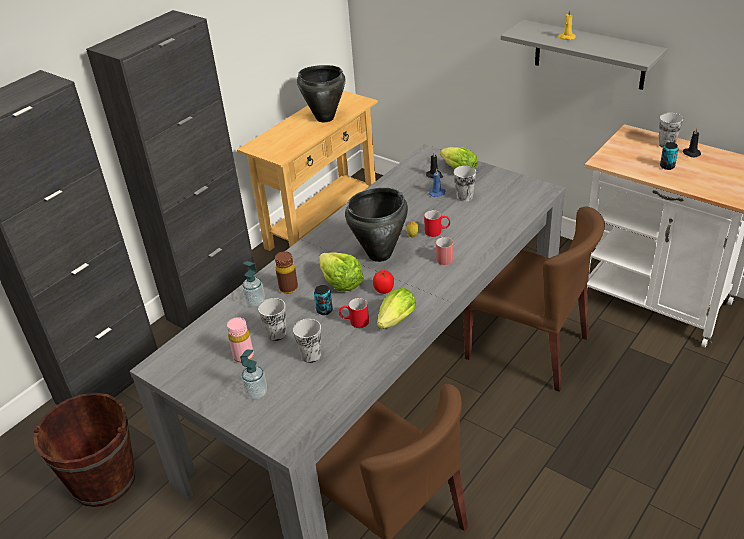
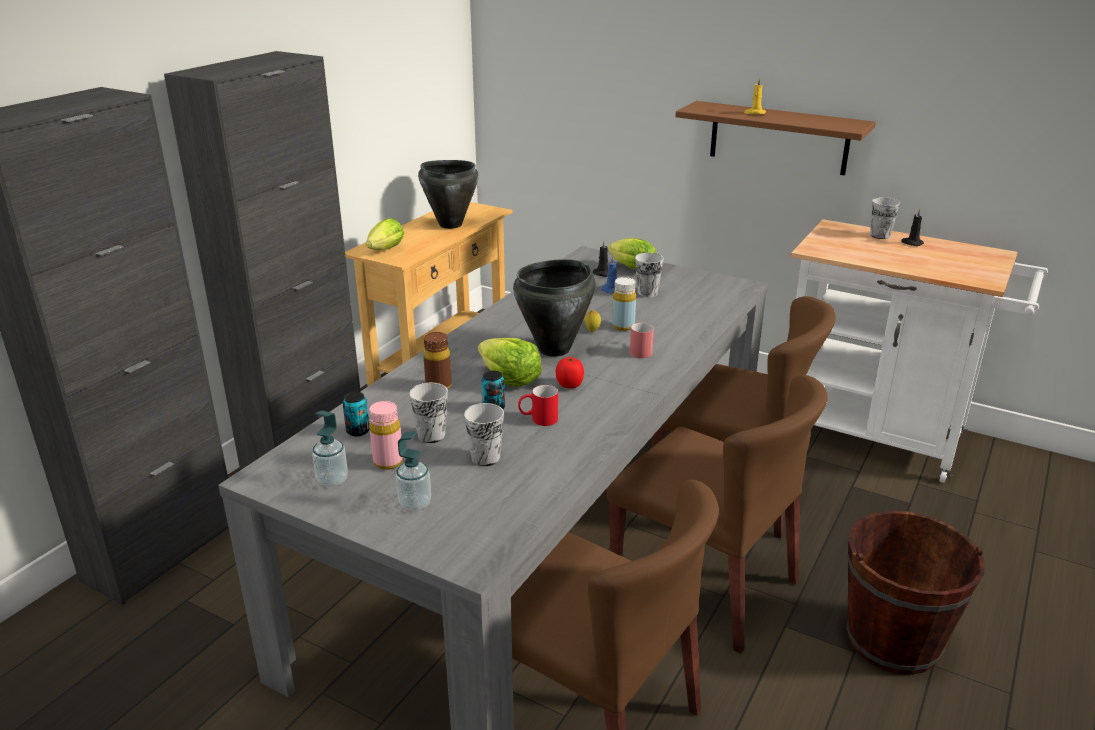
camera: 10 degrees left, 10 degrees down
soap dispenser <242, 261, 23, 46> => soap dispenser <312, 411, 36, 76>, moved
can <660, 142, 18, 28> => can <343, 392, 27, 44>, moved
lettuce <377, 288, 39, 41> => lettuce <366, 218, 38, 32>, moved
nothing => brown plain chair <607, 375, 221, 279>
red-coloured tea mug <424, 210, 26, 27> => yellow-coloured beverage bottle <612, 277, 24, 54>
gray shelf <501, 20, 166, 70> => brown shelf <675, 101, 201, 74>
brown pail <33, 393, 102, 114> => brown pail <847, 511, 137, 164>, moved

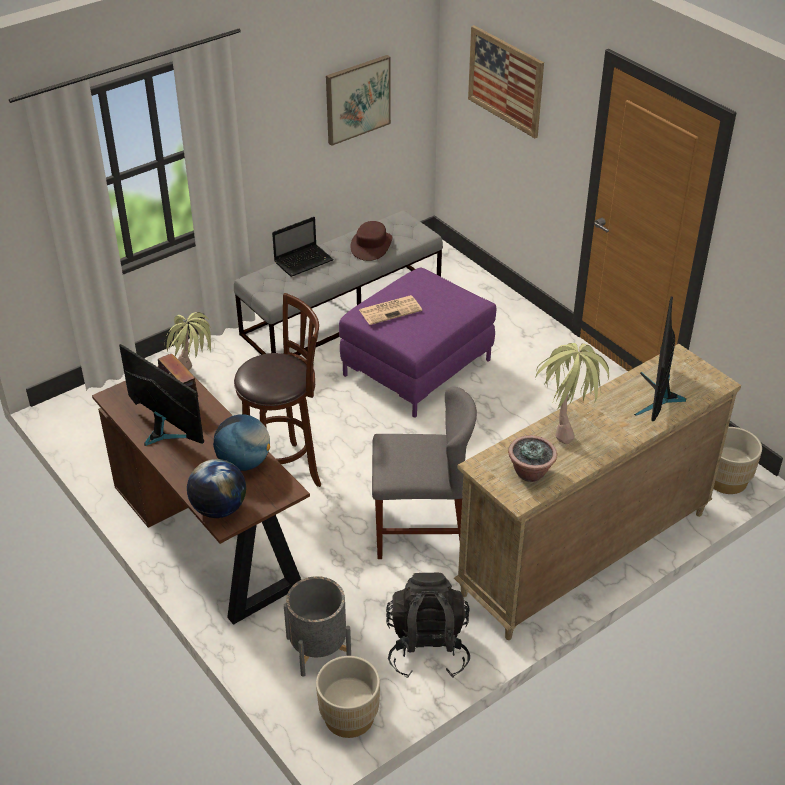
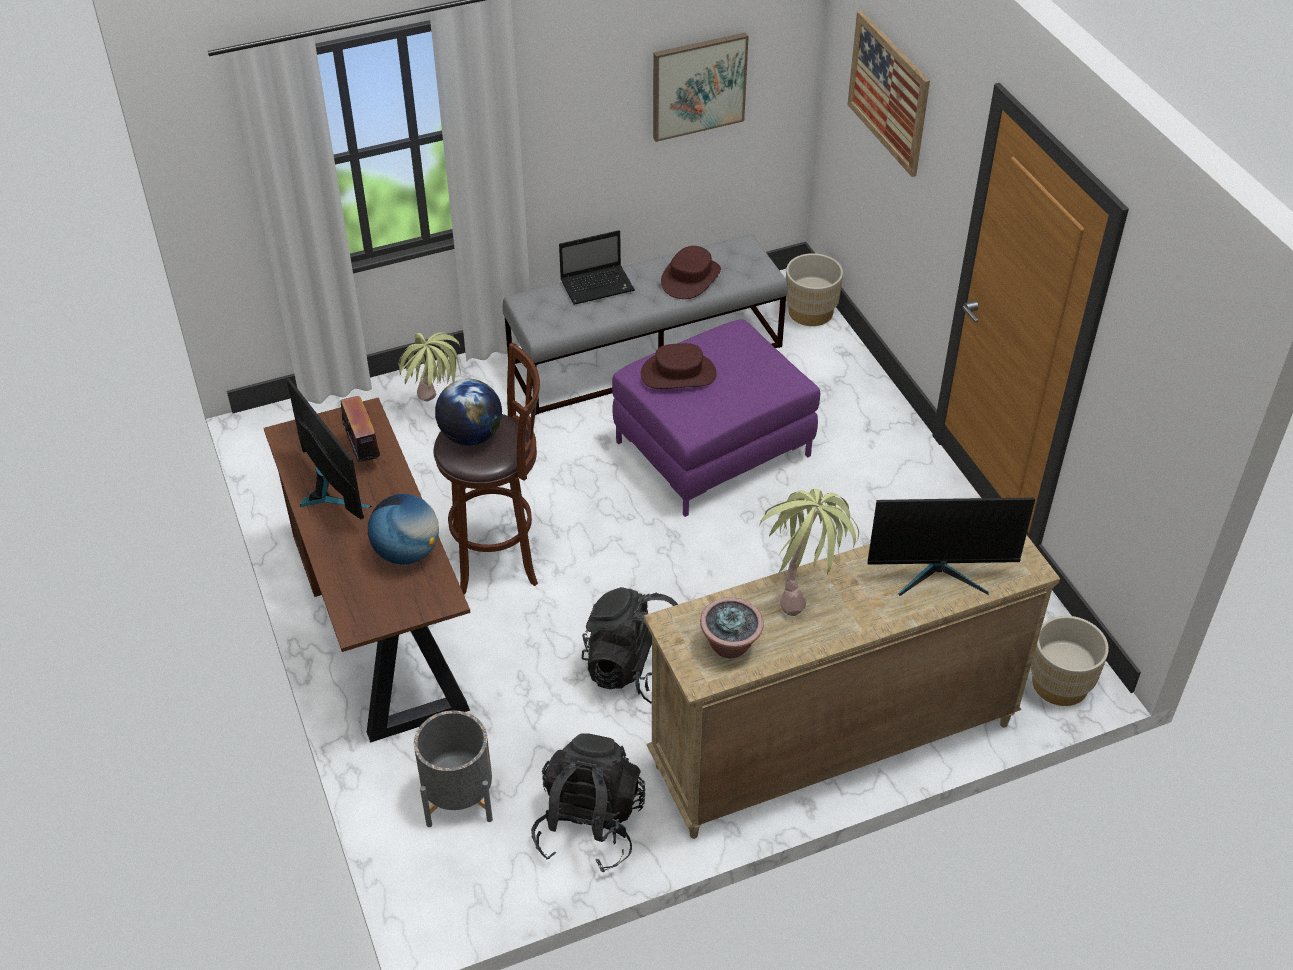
camera: 15 degrees right, 5 degrees up
globe <187, 459, 59, 59> => globe <435, 379, 67, 67>, moved
gray plain chair <372, 387, 105, 172> => black-coloured knapsack <582, 587, 96, 116>
daily paper <359, 295, 63, 30> => brown clothing hat <641, 343, 76, 46>
beige plant pot <316, 656, 64, 82> => beige plant pot <786, 253, 57, 73>, moved
computer screen <634, 297, 52, 124> => computer screen <867, 497, 168, 99>, 120 degrees counterclockwise

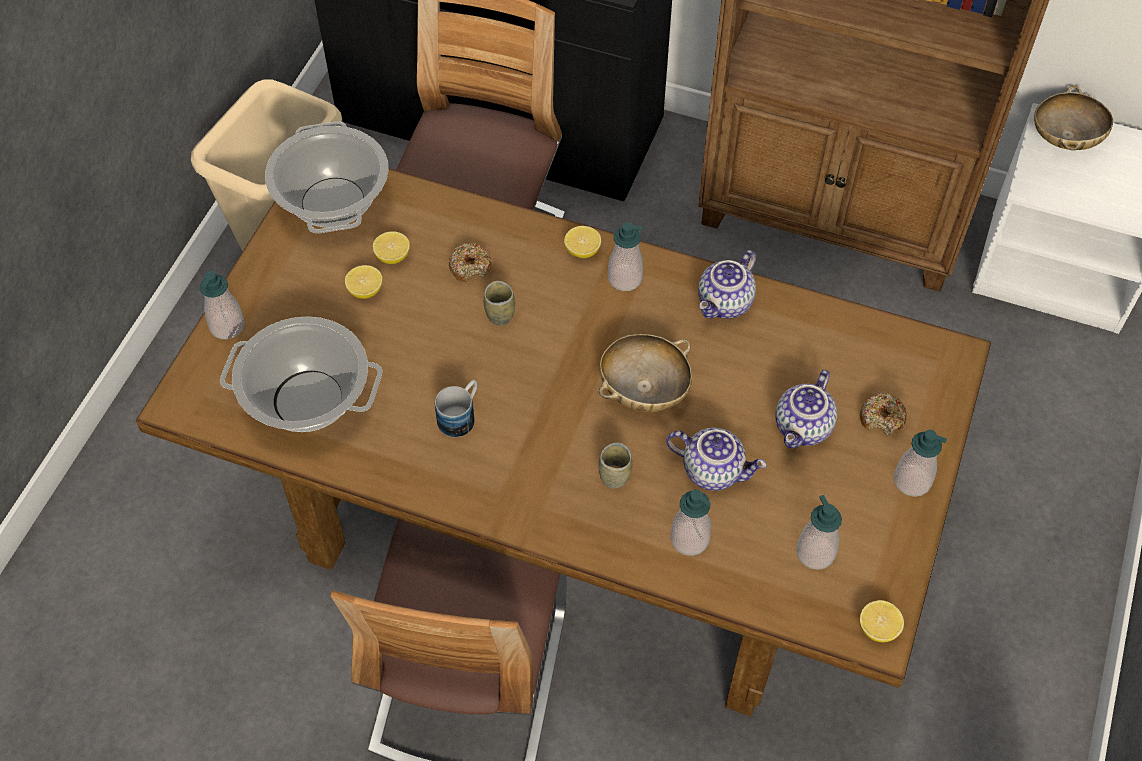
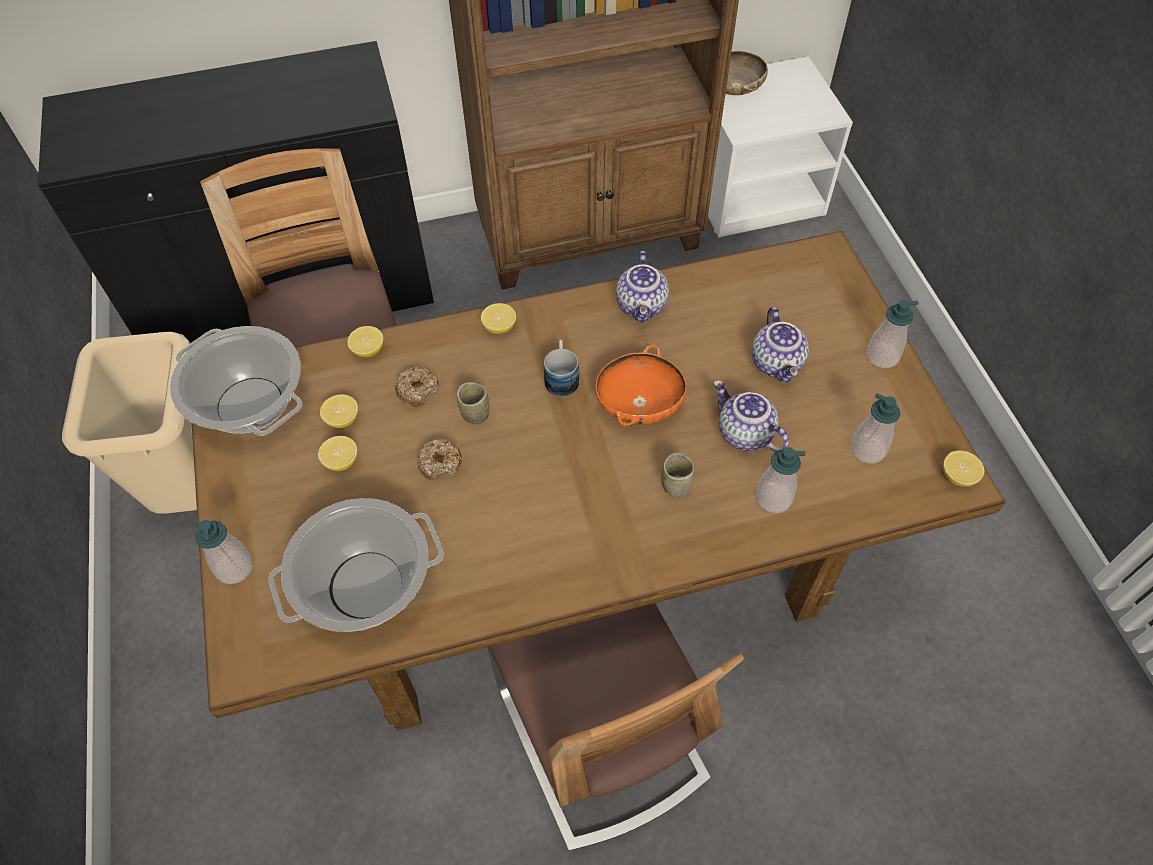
camera: 35 degrees left, 0 degrees up
nothing => whole lemon <348, 326, 36, 31>
donut <860, 393, 48, 43> => donut <417, 438, 45, 42>, moved
tea mug <435, 380, 42, 57> => tea mug <544, 340, 35, 57>, moved
beige bowl <599, 334, 93, 78> => orangey bowl <595, 344, 92, 83>
teapot <666, 428, 101, 63> => teapot <714, 380, 75, 72>, 120 degrees counterclockwise
soap dispenser <608, 222, 35, 69> => nothing

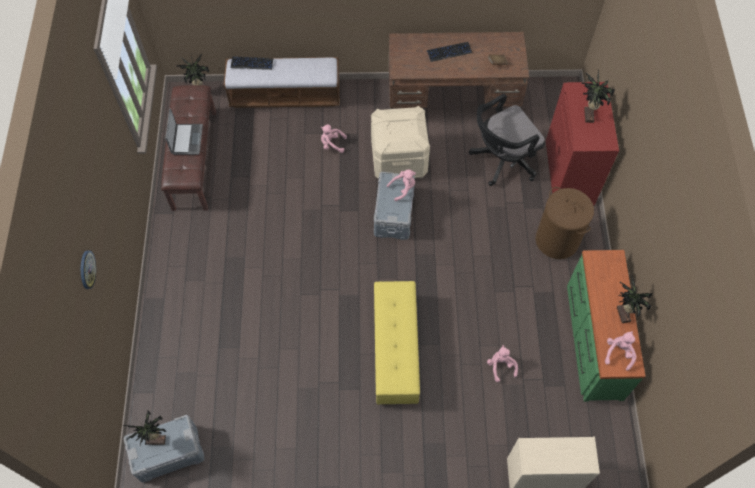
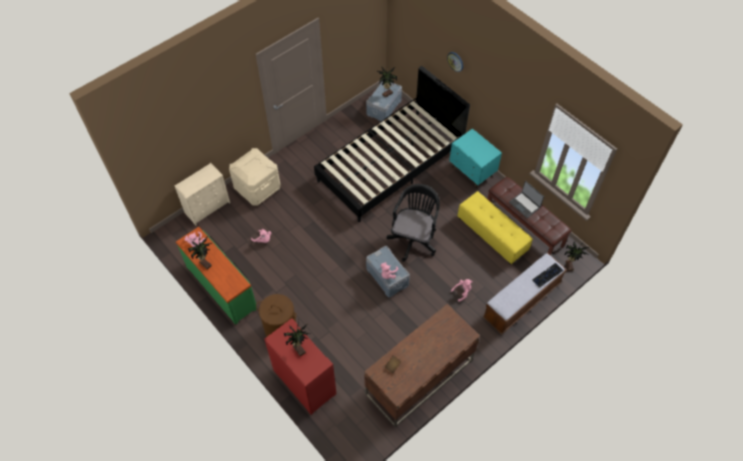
camera: 140 degrees right, 5 degrees down
beige storage box <371, 106, 59, 73> => beige storage box <229, 148, 51, 57>, moved
nothing => black-coloured bed <314, 66, 156, 156>
black-coloured office chair <469, 94, 76, 92> => black-coloured office chair <386, 184, 54, 78>, moved
nothing => blue-green nightstand <449, 128, 53, 60>
yellow-coloured ottoman <374, 281, 46, 123> => yellow-coloured ottoman <458, 191, 75, 73>, moved
PC keyboard <427, 42, 45, 20> => nothing

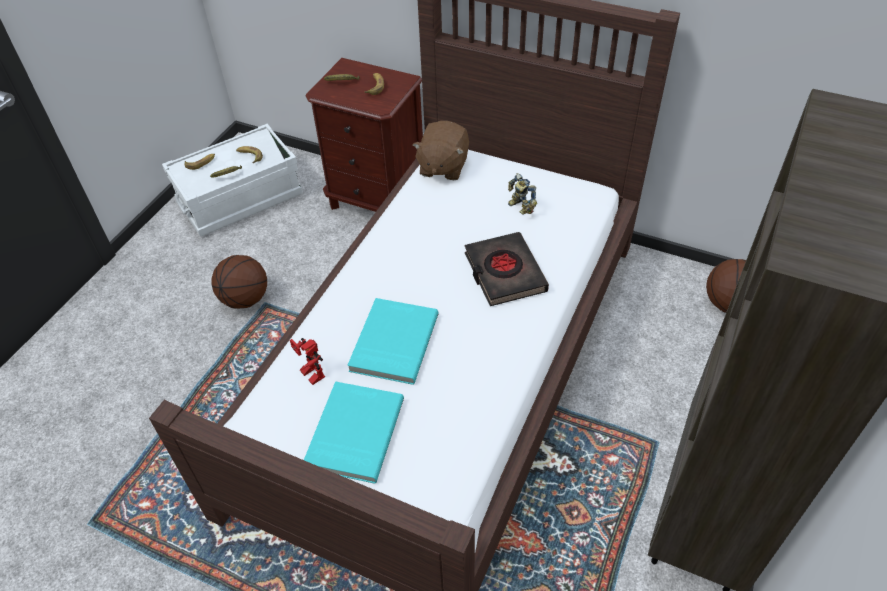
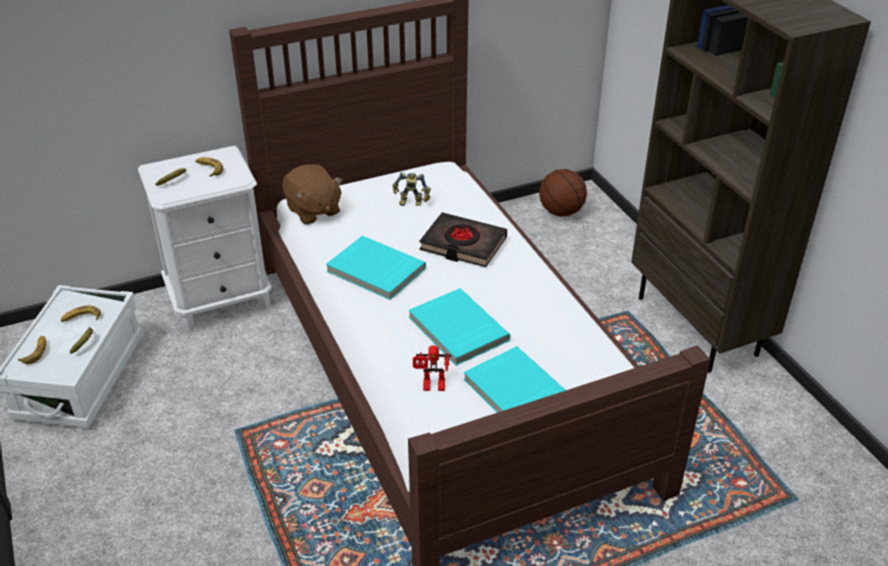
camera: 50 degrees left, 10 degrees down
brown nightstand <306, 58, 117, 154> => white-coloured nightstand <138, 146, 134, 184>
nothing => blue-green bound book <326, 236, 100, 64>
basketball <212, 255, 55, 54> => nothing

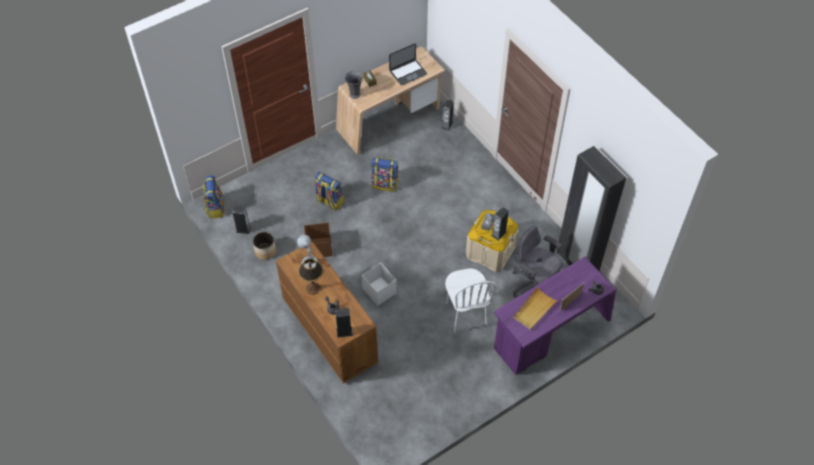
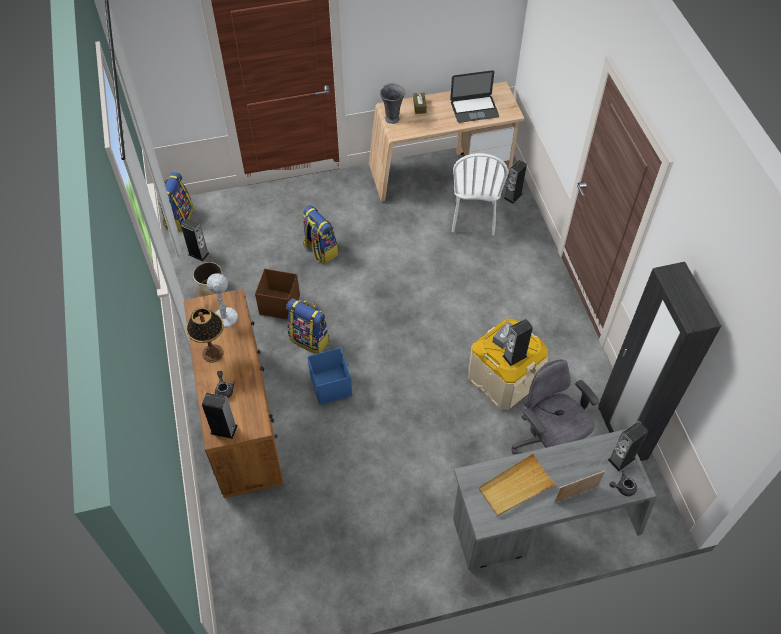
camera: 20 degrees right, 0 degrees up
knapsack <371, 156, 28, 35> => knapsack <286, 299, 44, 55>, moved
white-coloured storage box <362, 263, 35, 43> => blue-coloured storage box <308, 348, 44, 57>
white-coloured plain chair <445, 268, 52, 65> => white-coloured plain chair <452, 153, 56, 83>, moved
purplish desk unit <494, 257, 122, 118> => gray desk unit <453, 430, 204, 140>
nothing => speaker <608, 421, 40, 50>

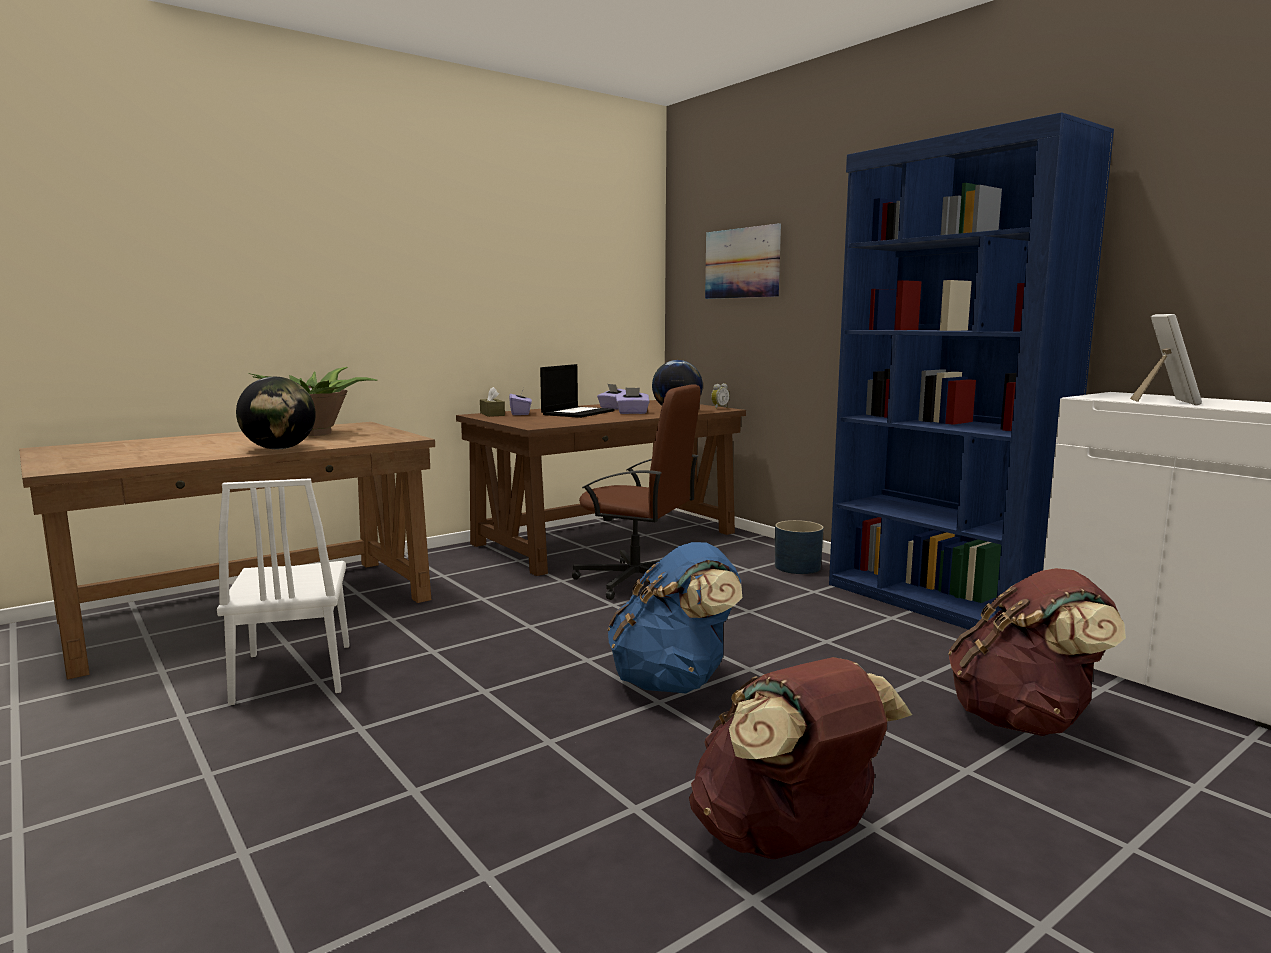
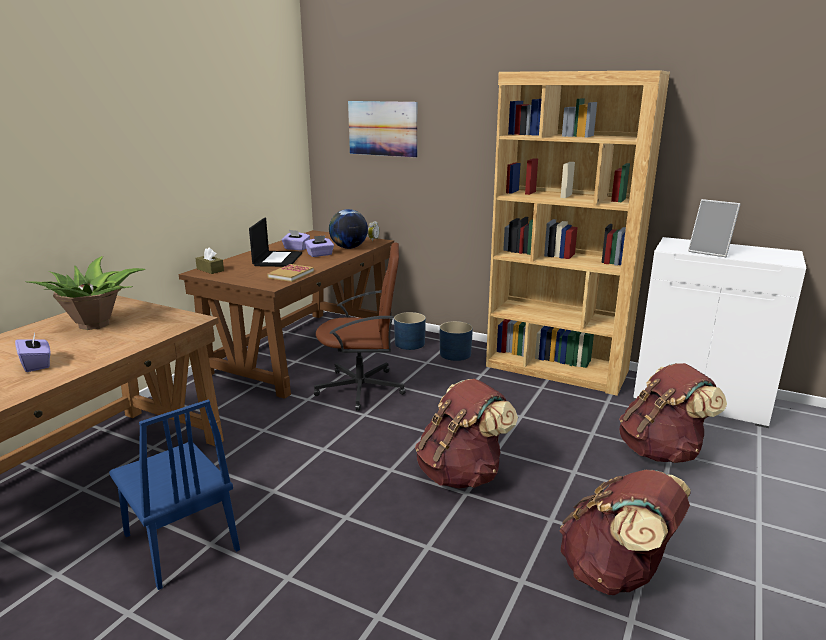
camera: 25 degrees left, 10 degrees up
purplish tissue box <509, 388, 23, 27> => purplish tissue box <15, 332, 36, 40>, moved
white-coloured plain chair <217, 478, 133, 227> => blue-coloured plain chair <109, 400, 131, 190>
nothing => bound book <267, 264, 47, 18>
nothing => blue-coloured plant pot <394, 312, 32, 38>
blue-coloured knapsack <607, 542, 135, 152> => brown knapsack <415, 379, 103, 109>
blue-coloured bookcase <829, 112, 285, 518> => brown bookcase <486, 70, 184, 326>
standing frame <1130, 314, 72, 91> => standing frame <688, 199, 53, 58>, 135 degrees clockwise
globe <236, 377, 80, 72> => nothing

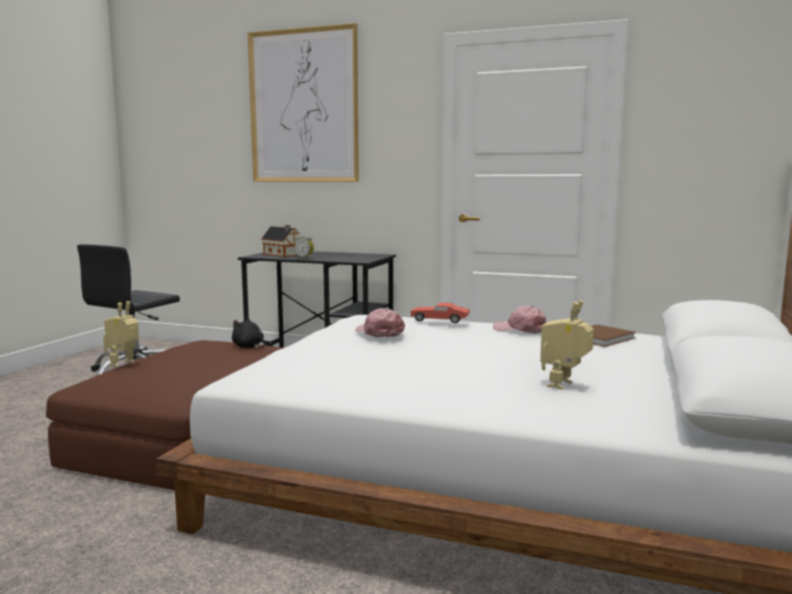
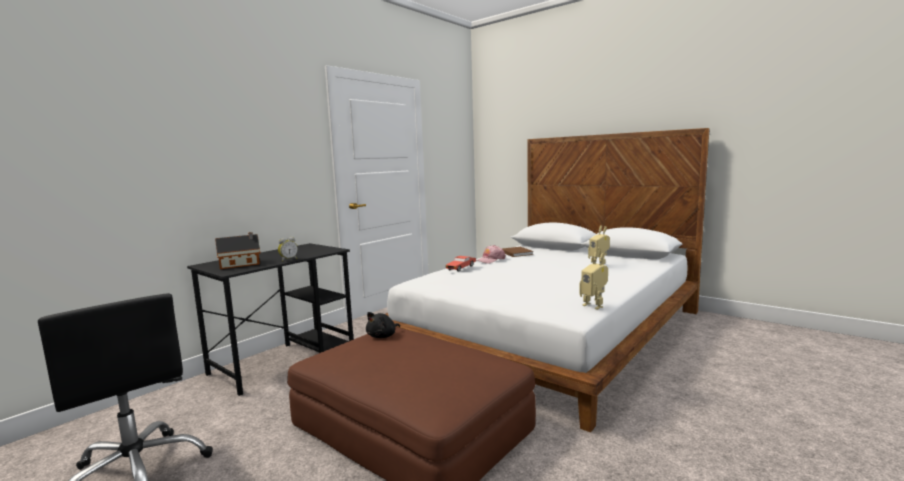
camera: 70 degrees left, 0 degrees up
toy robot <103, 301, 36, 66> => toy robot <579, 252, 29, 58>, moved
wall picture <248, 23, 111, 159> => nothing
pink baseball cap <355, 308, 50, 30> => nothing

